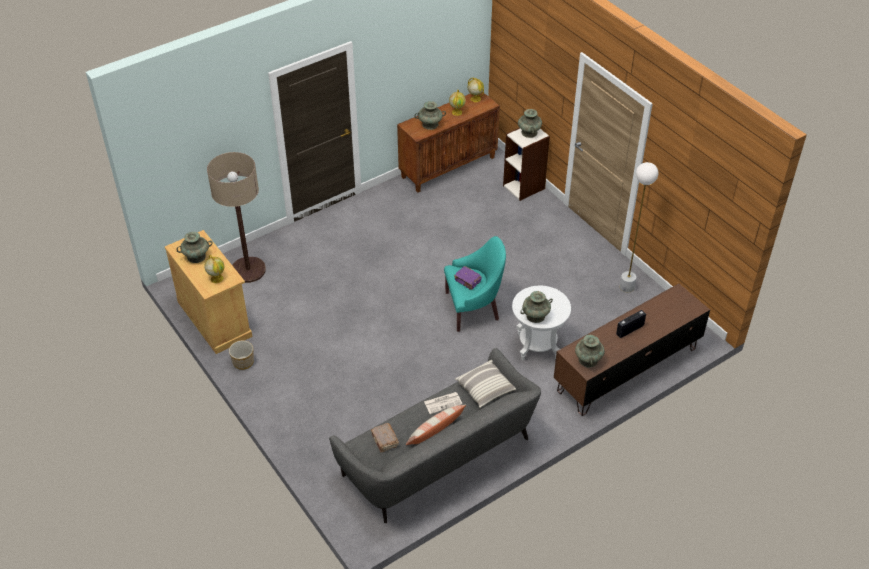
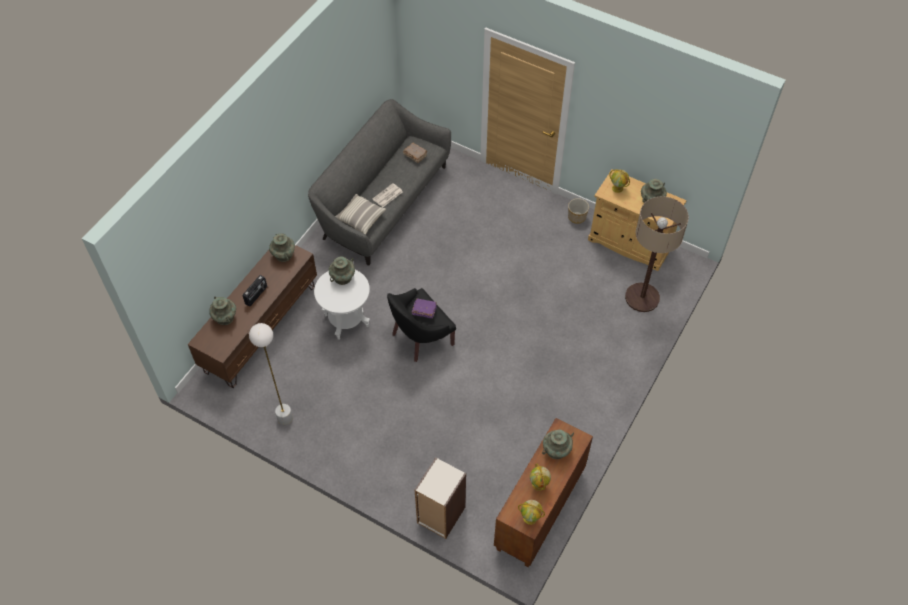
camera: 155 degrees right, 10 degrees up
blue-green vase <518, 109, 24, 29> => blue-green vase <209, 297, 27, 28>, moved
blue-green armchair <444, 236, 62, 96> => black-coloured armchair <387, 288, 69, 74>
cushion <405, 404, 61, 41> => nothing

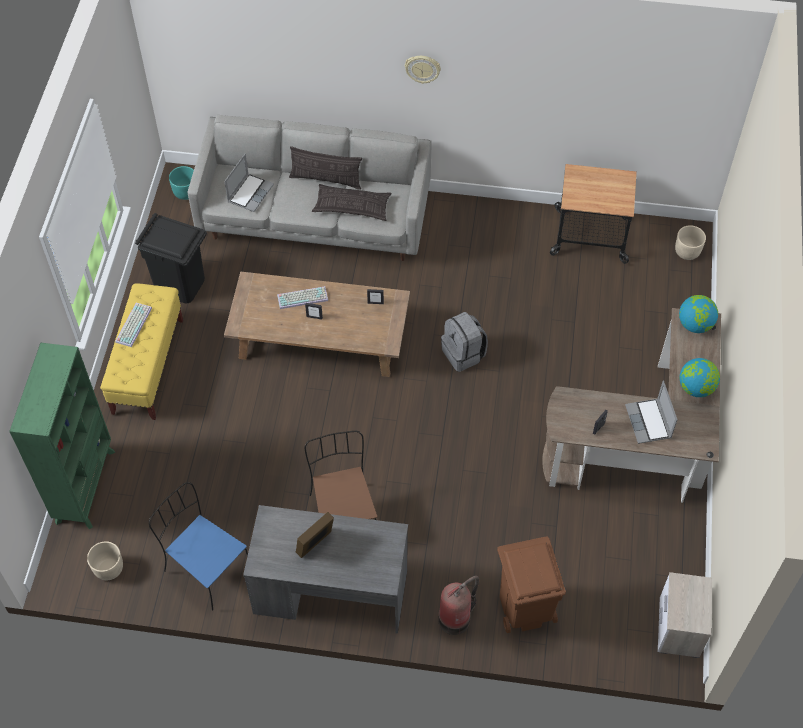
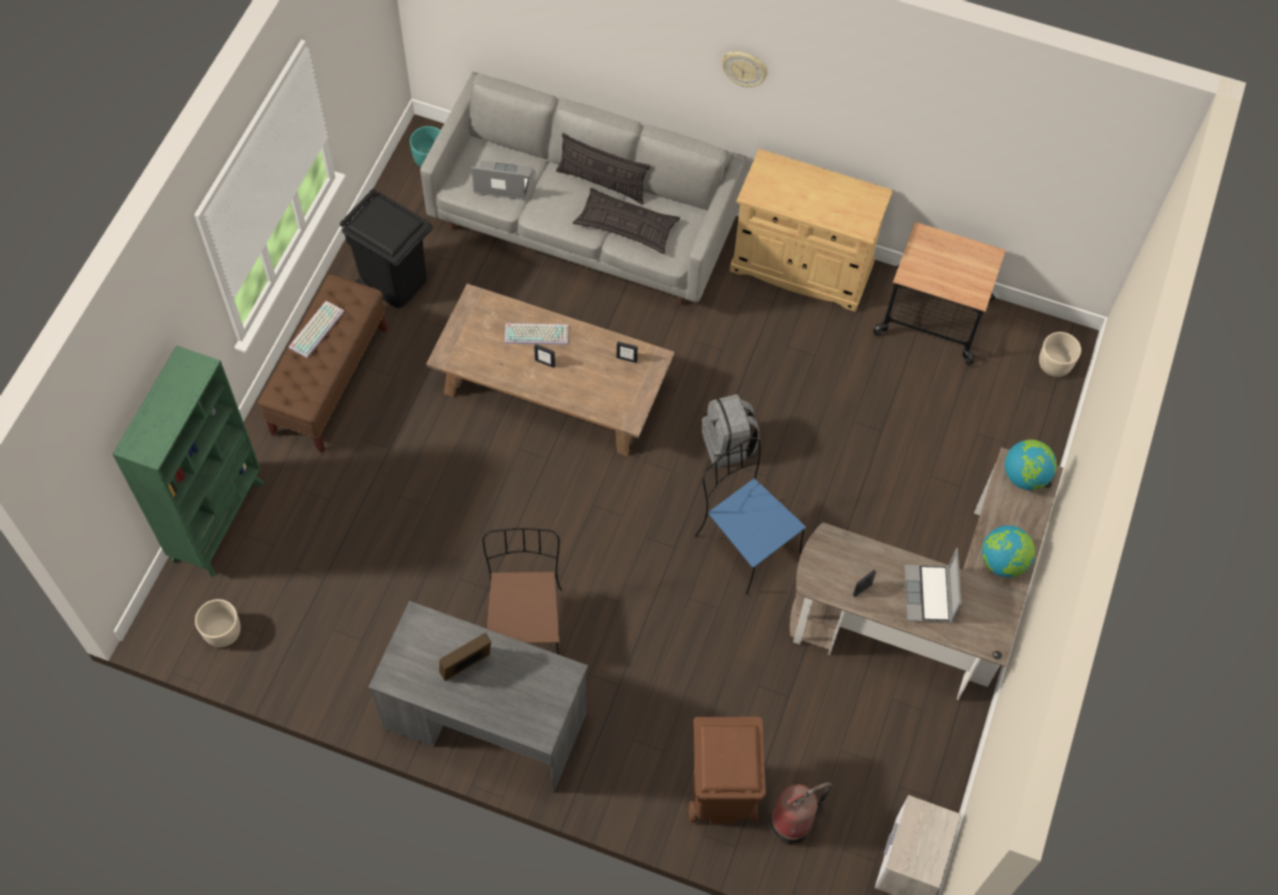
camera: 10 degrees right, 5 degrees up
yellow-coloured long seat <100, 283, 83, 137> => brown long seat <258, 275, 129, 178>
notebook computer <224, 154, 50, 58> => notebook computer <471, 161, 61, 39>, 120 degrees counterclockwise
blue-coloured plain chair <149, 482, 99, 129> => blue-coloured plain chair <695, 437, 111, 157>, moved
nothing => beige storage cabinet <730, 149, 163, 163>
fire-fighting cylinder <438, 576, 41, 59> => fire-fighting cylinder <770, 782, 62, 63>, moved

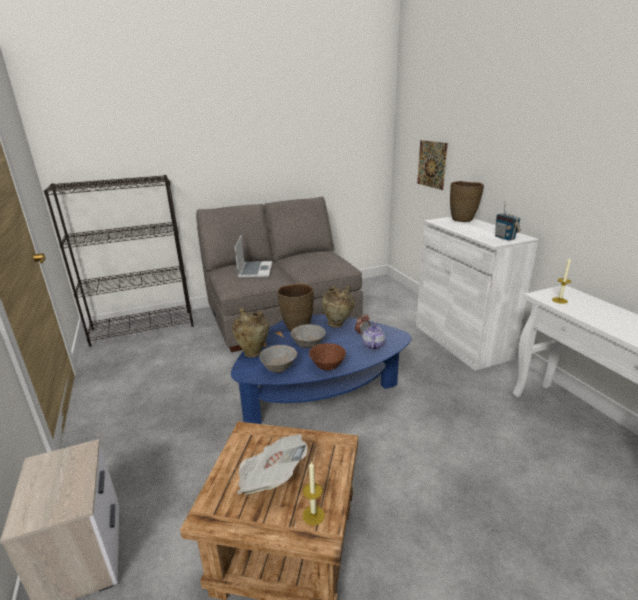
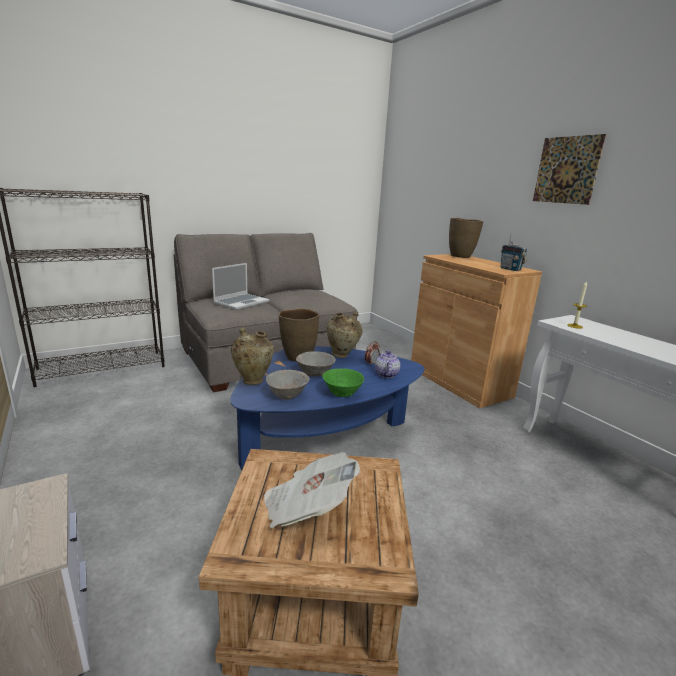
camera: 10 degrees left, 5 degrees down
notebook computer <235, 235, 37, 43> => notebook computer <212, 263, 57, 47>, 45 degrees clockwise
brown bowl <309, 343, 37, 28> => green bowl <323, 368, 41, 29>
white-coloured storage cabinet <416, 217, 123, 154> => brown storage cabinet <411, 254, 131, 154>
wall picture <417, 140, 31, 50> => wall picture <533, 134, 73, 71>, moved
wax candle <302, 461, 23, 64> => nothing

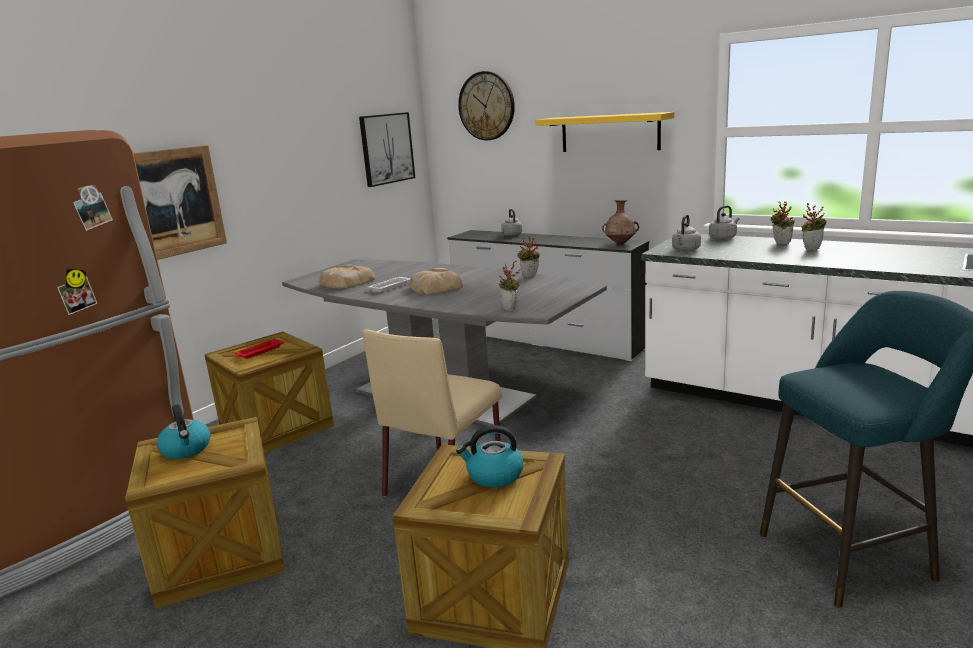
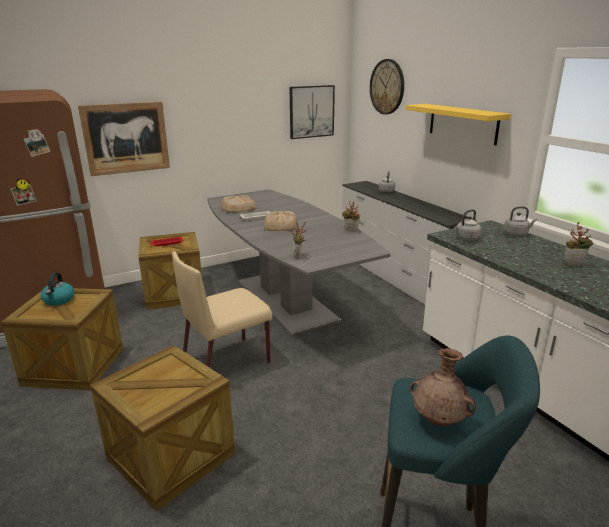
camera: 25 degrees right, 5 degrees up
brown vase <602, 200, 37, 44> => brown vase <410, 348, 66, 78>, moved
tea kettle <456, 425, 67, 62> => nothing
houseplant <770, 201, 25, 43> => nothing

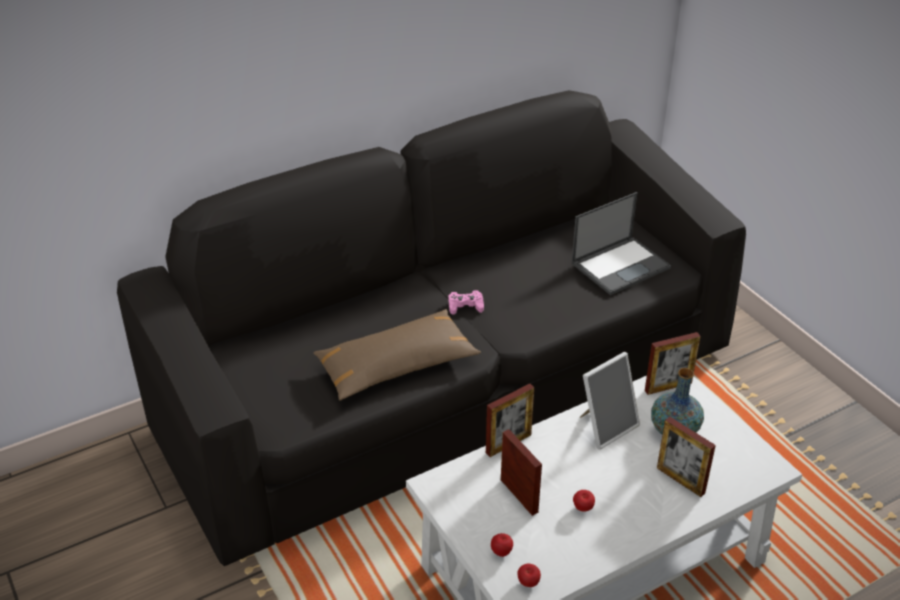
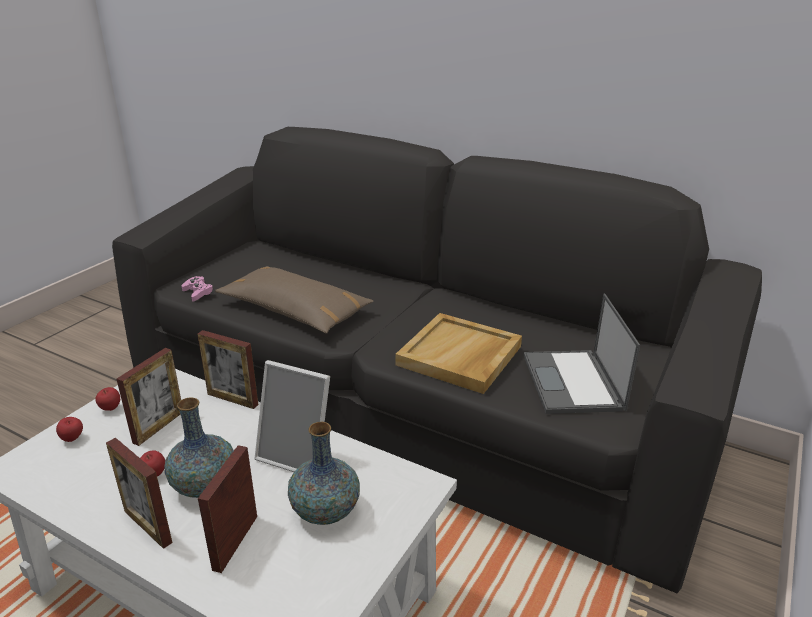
camera: 60 degrees right, 10 degrees down
apple <517, 564, 24, 23> => apple <95, 387, 25, 24>, moved
standing frame <645, 332, 56, 63> => standing frame <106, 438, 67, 111>, moved
nothing => vase <164, 397, 70, 101>
pink game controller <448, 290, 36, 25> => pink game controller <182, 276, 32, 26>, moved
nothing => beige tray <395, 313, 127, 81>
notebook computer <572, 192, 99, 103> => notebook computer <524, 293, 116, 121>, 60 degrees clockwise

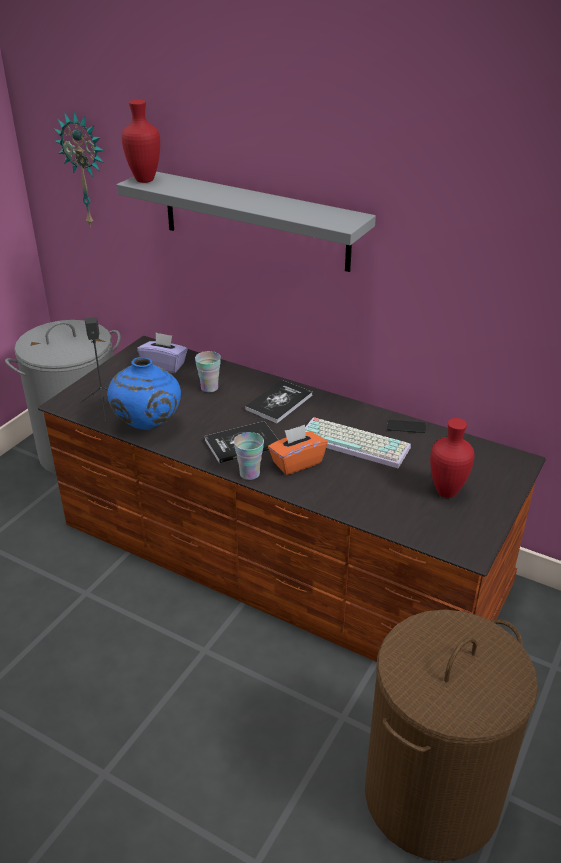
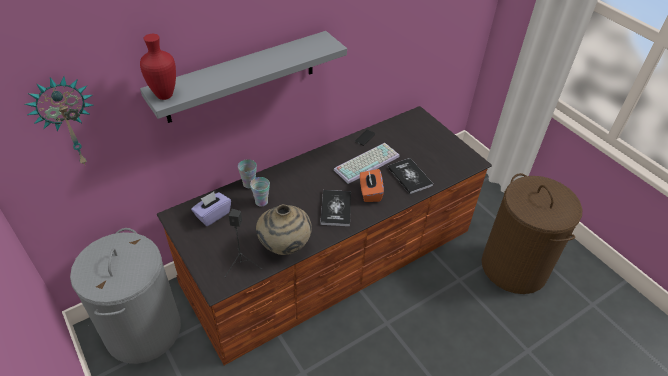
camera: 65 degrees left, 10 degrees up
small cup <234, 432, 30, 48> => small cup <238, 159, 19, 29>, moved
blue-coloured vase <107, 357, 74, 73> => beige vase <256, 204, 56, 51>
bound book <245, 380, 68, 43> => bound book <388, 158, 45, 36>, moved
red-coloured vase <430, 418, 45, 80> => nothing

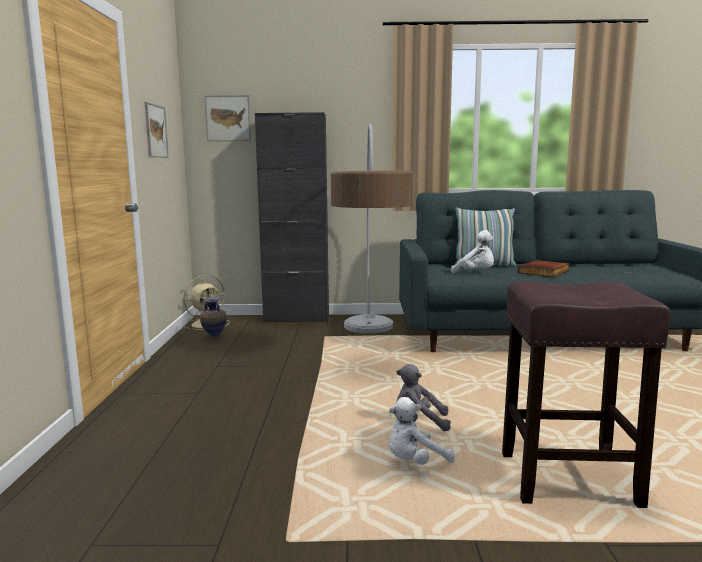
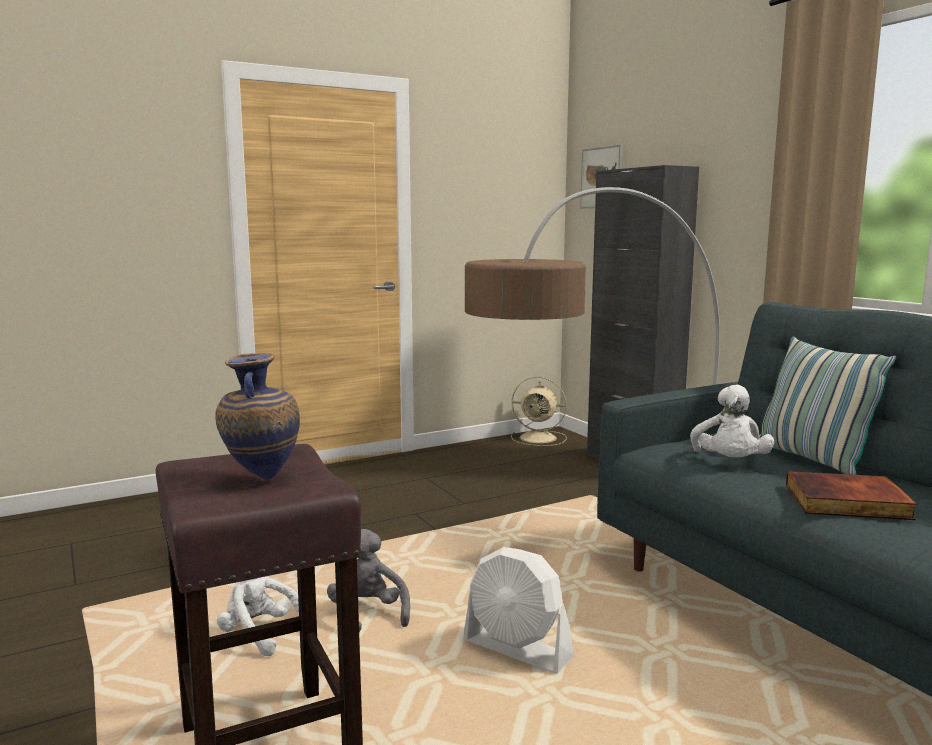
camera: 60 degrees right, 0 degrees up
vase <200, 297, 26, 40> => vase <215, 353, 85, 128>, moved
nothing => white-coloured electric fan <463, 547, 111, 127>
wall picture <144, 102, 25, 56> => nothing

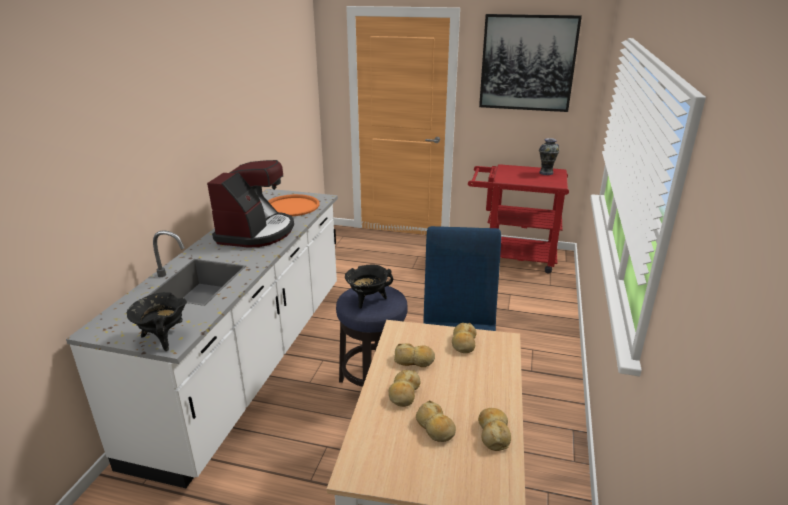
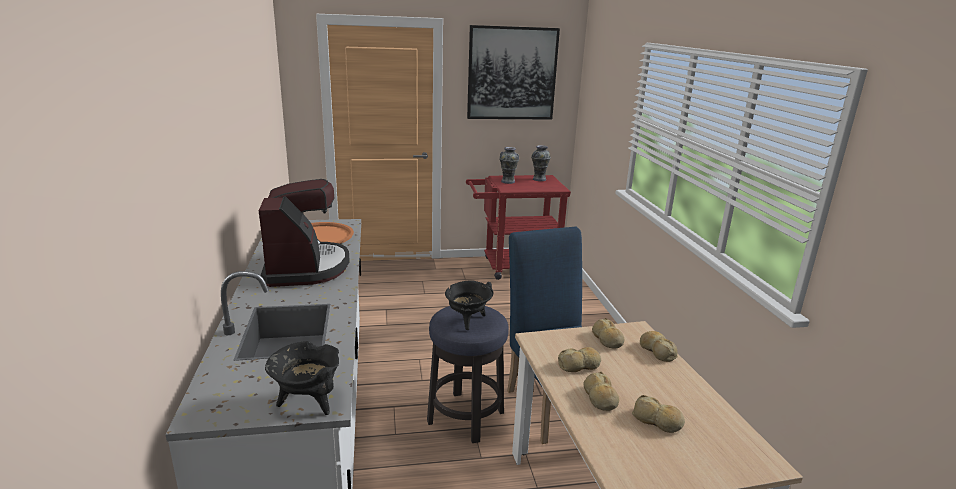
camera: 25 degrees left, 5 degrees down
nothing => vase <499, 147, 20, 37>
baked bread <478, 408, 33, 43> => baked bread <640, 331, 38, 31>, moved

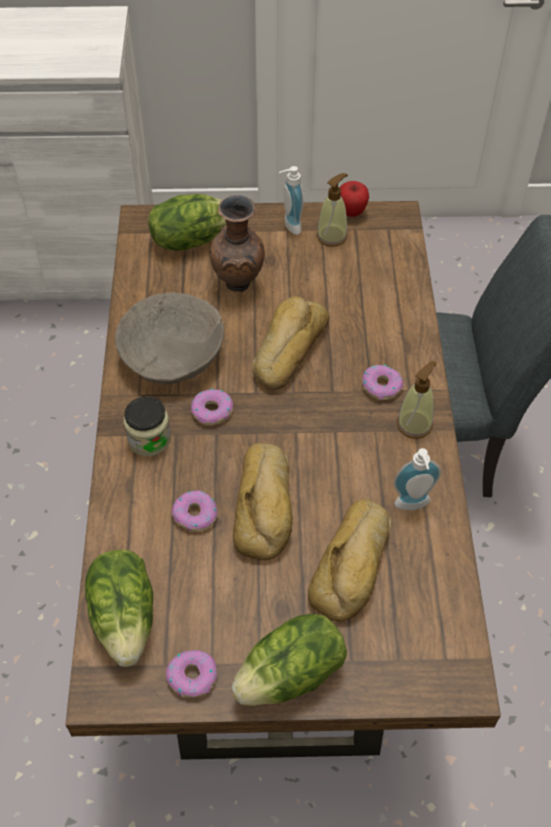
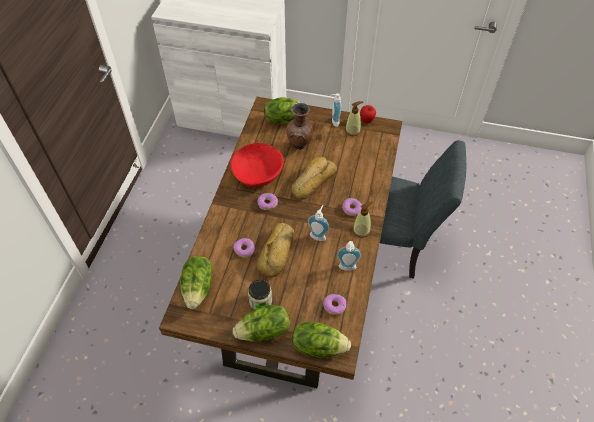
camera: 15 degrees right, 0 degrees up
beige bowl <115, 292, 109, 93> => red-coloured bowl <230, 143, 54, 44>
storage jar <124, 396, 47, 60> => storage jar <248, 280, 24, 29>, moved
nothing => lettuce <292, 322, 59, 36>
nothing => soap dispenser <308, 205, 21, 36>
donut <166, 650, 51, 48> => donut <323, 294, 23, 21>, moved
baked bread <308, 499, 84, 122> => nothing

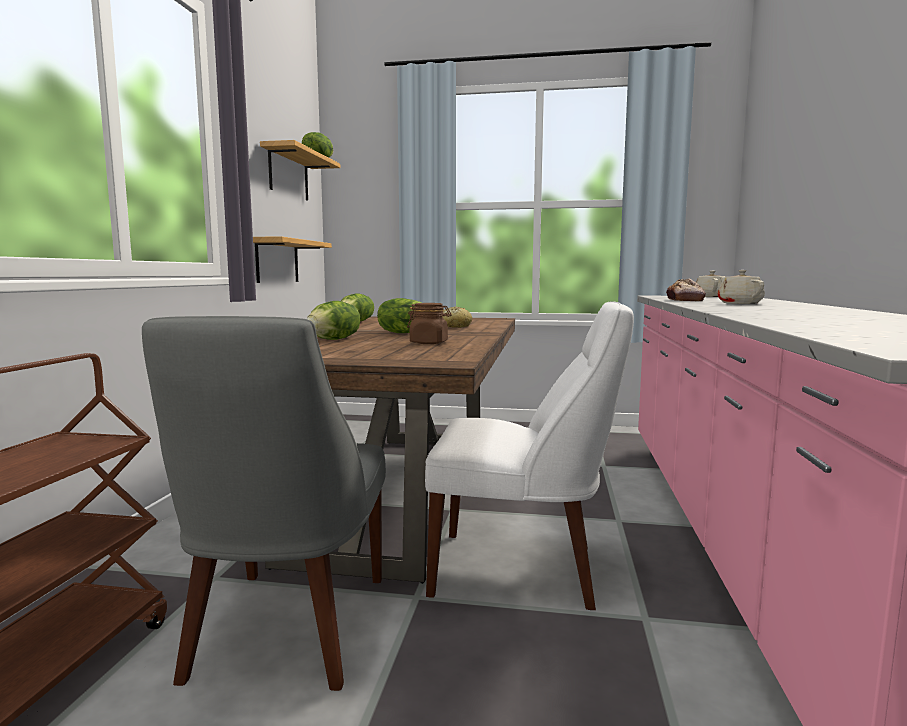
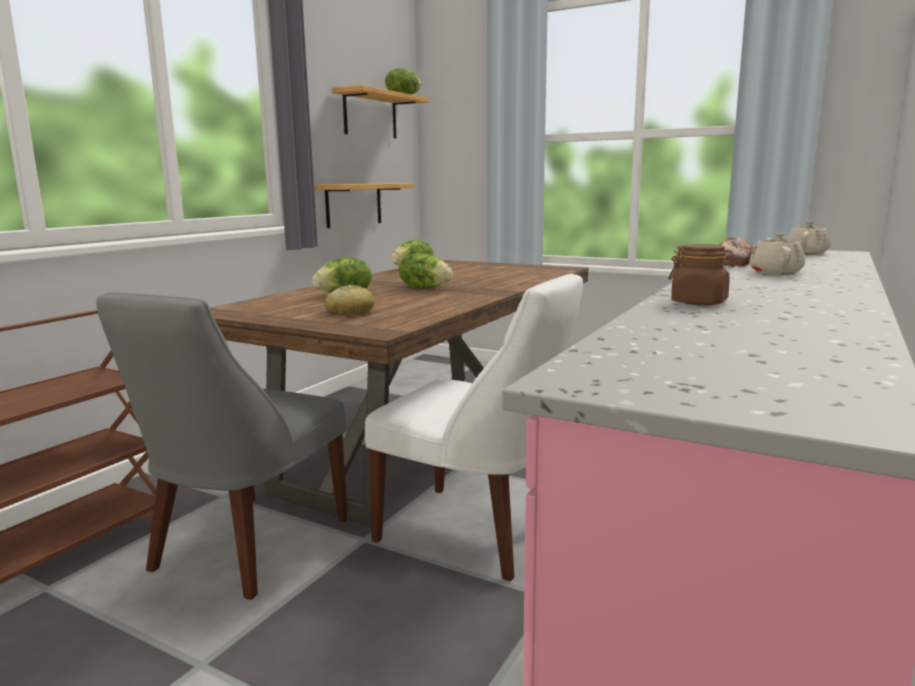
camera: 20 degrees right, 5 degrees up
baked bread <443, 306, 29, 22> => baked bread <325, 284, 50, 31>, moved
brown storage jar <407, 303, 45, 41> => brown storage jar <668, 244, 70, 61>, moved

